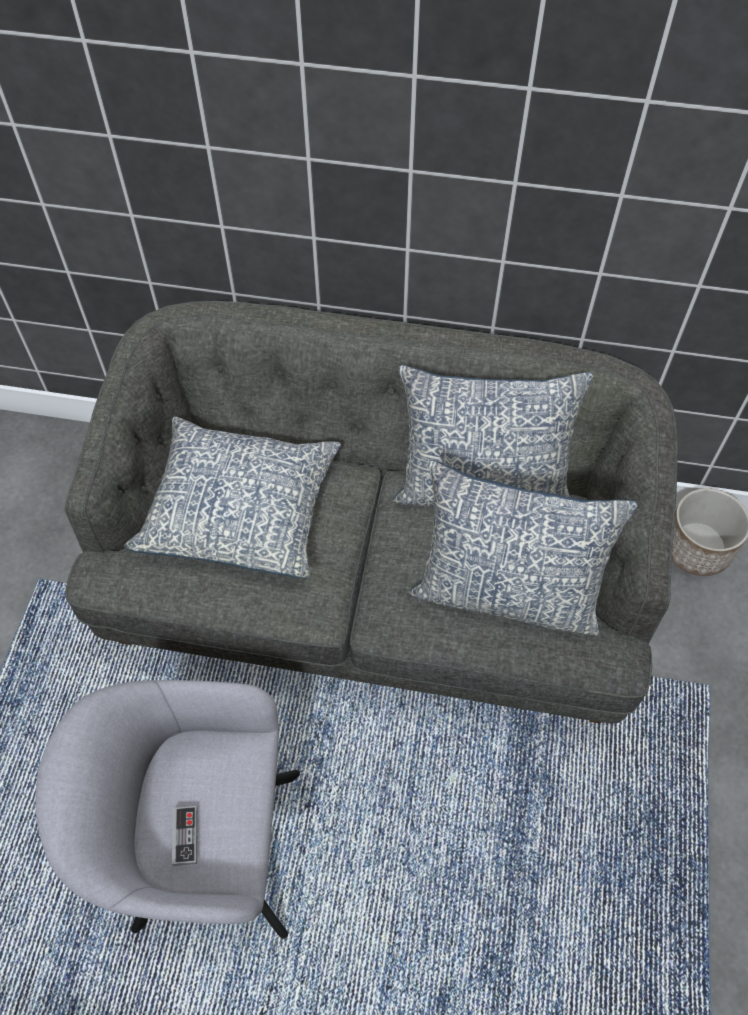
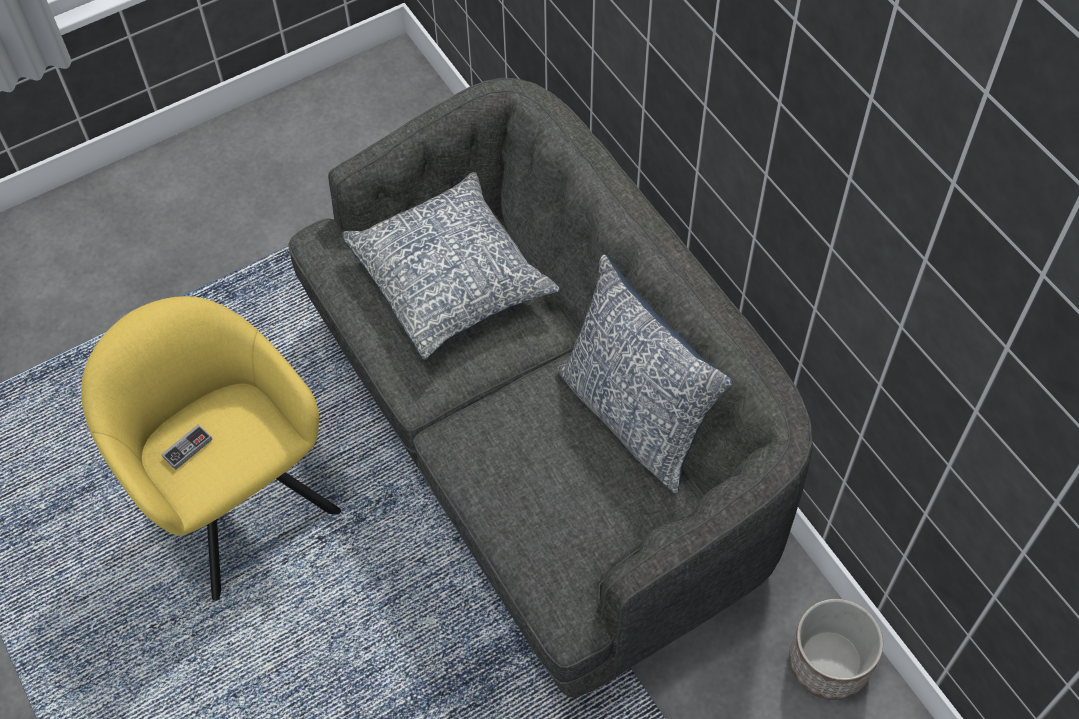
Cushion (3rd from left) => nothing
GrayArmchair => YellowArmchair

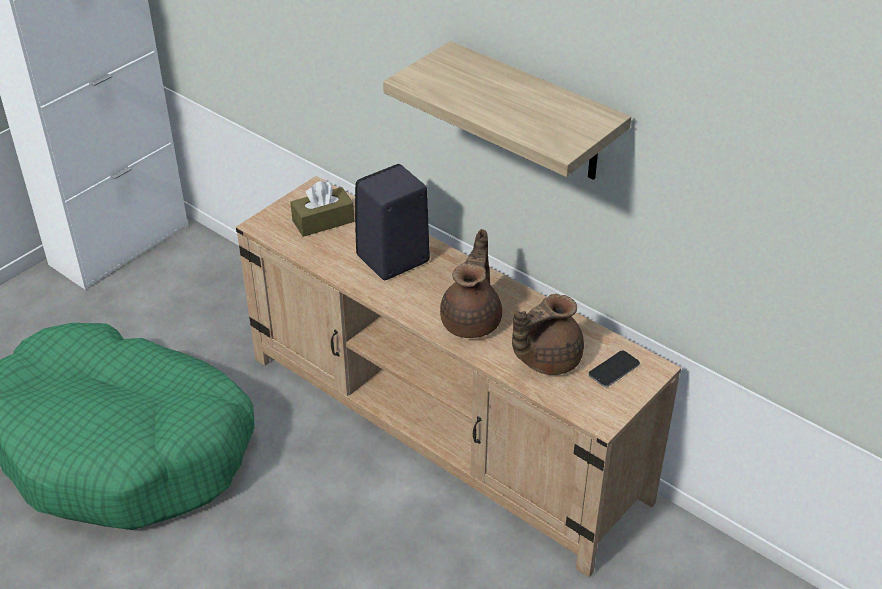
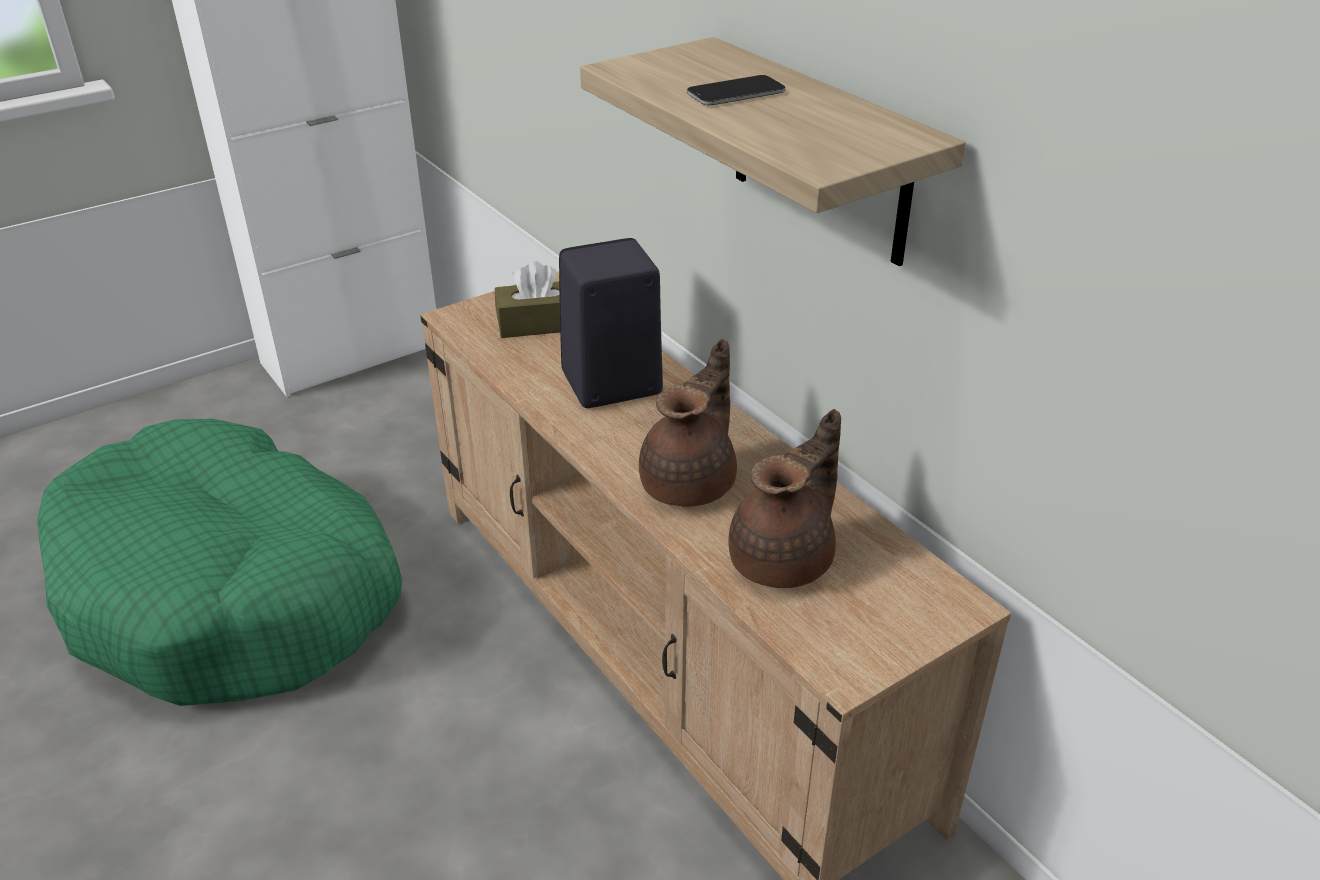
Telephone, move
BrownPotForTea (2nd from left), 150 degrees clockwise

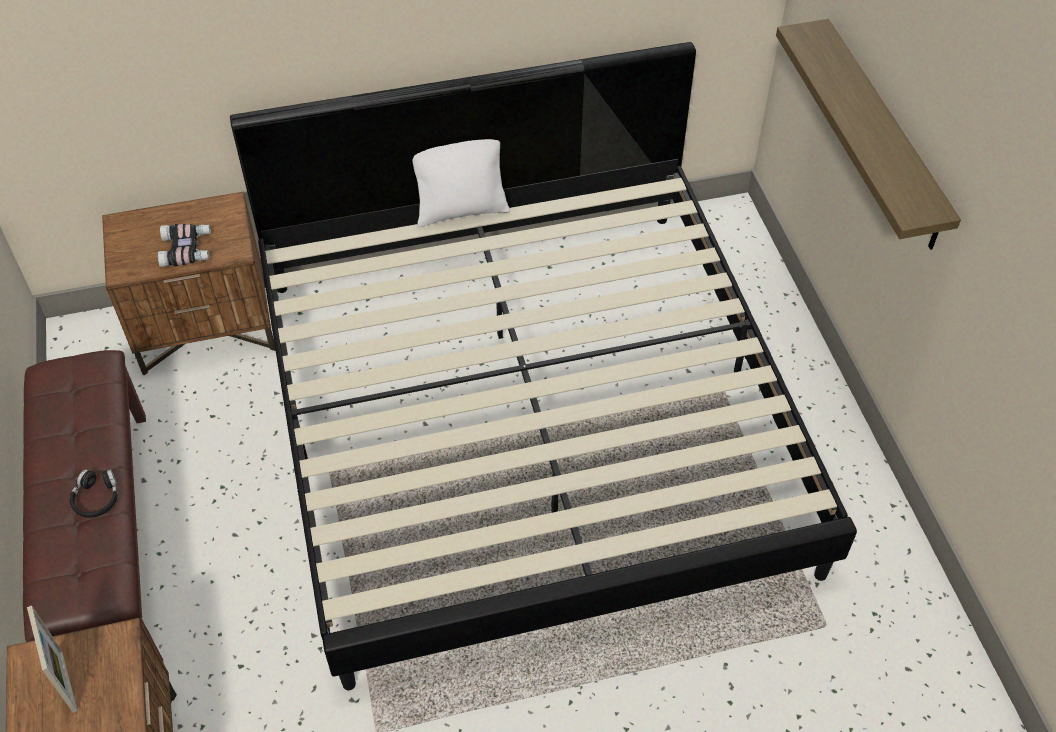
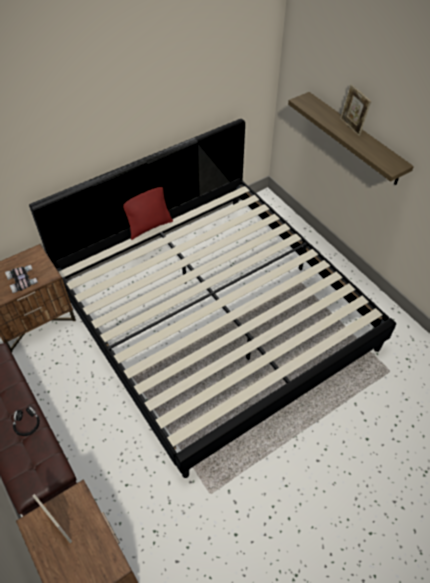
nothing => PhotoFrame (2nd from left)
WhitishCushion => RedColouredCushion

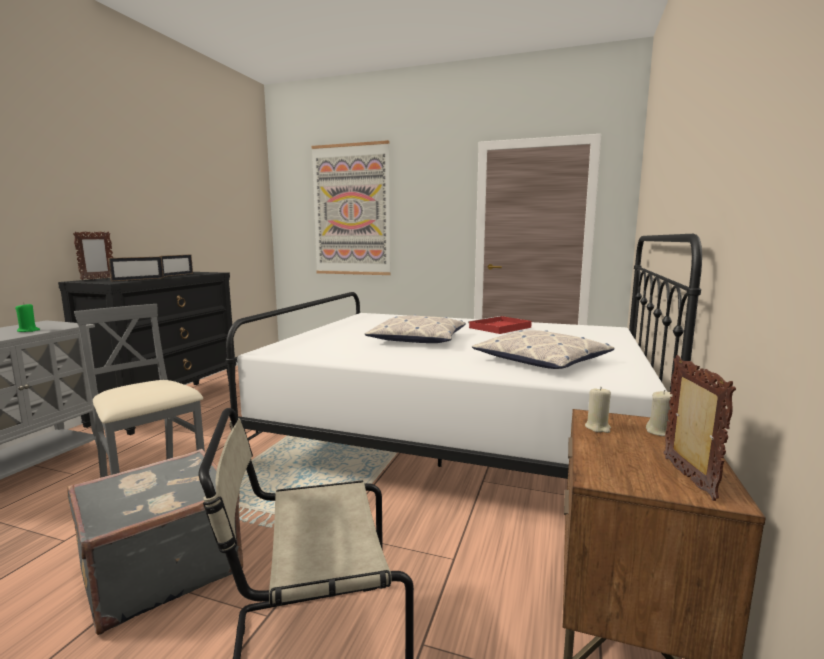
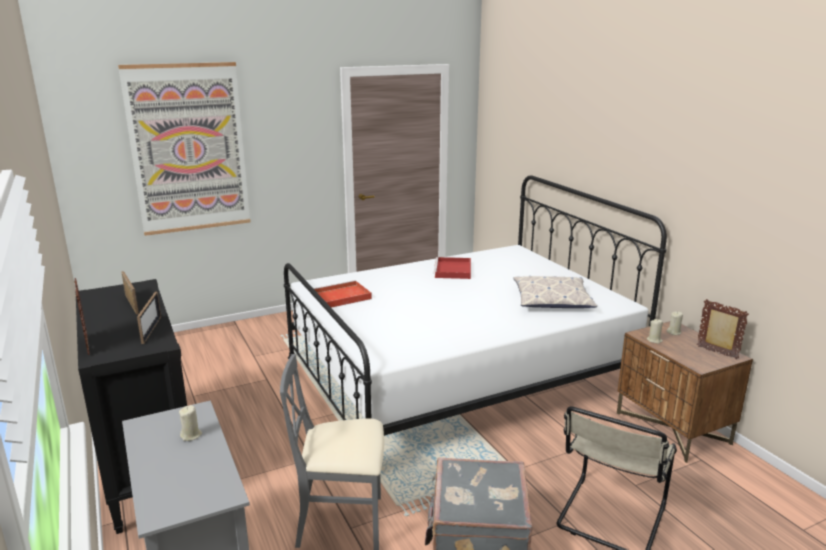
Cushion (1st from left) => nothing
nothing => RedColouredCarryingTray (1st from left)
GreenWaxCandle => BeigeWaxCandle (1st from left)

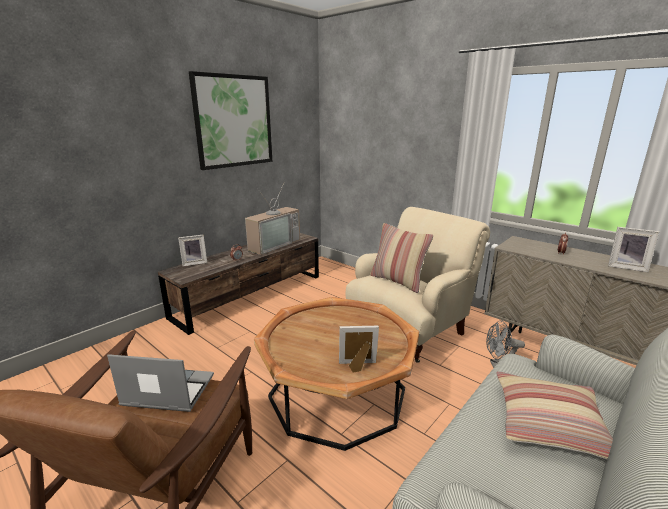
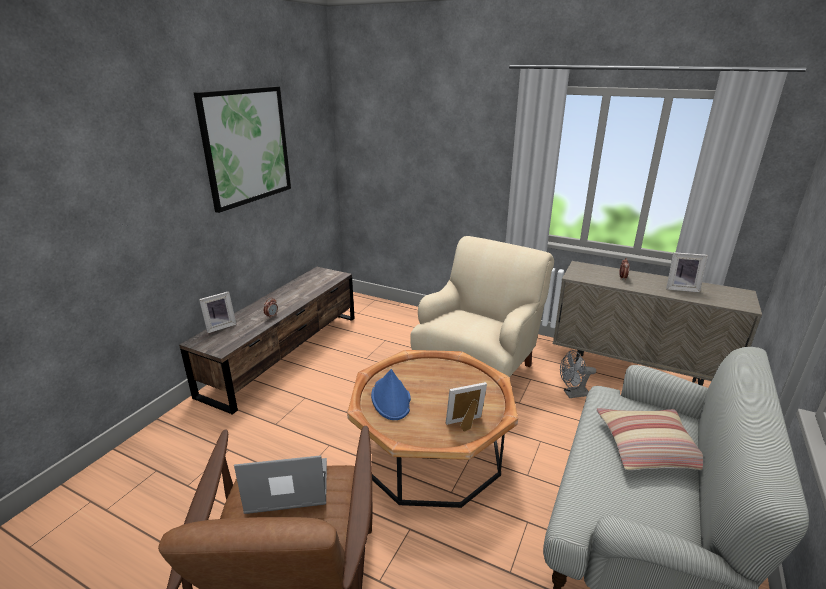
Tv => nothing
Cushion (1st from left) => nothing
nothing => BlueClothingHat

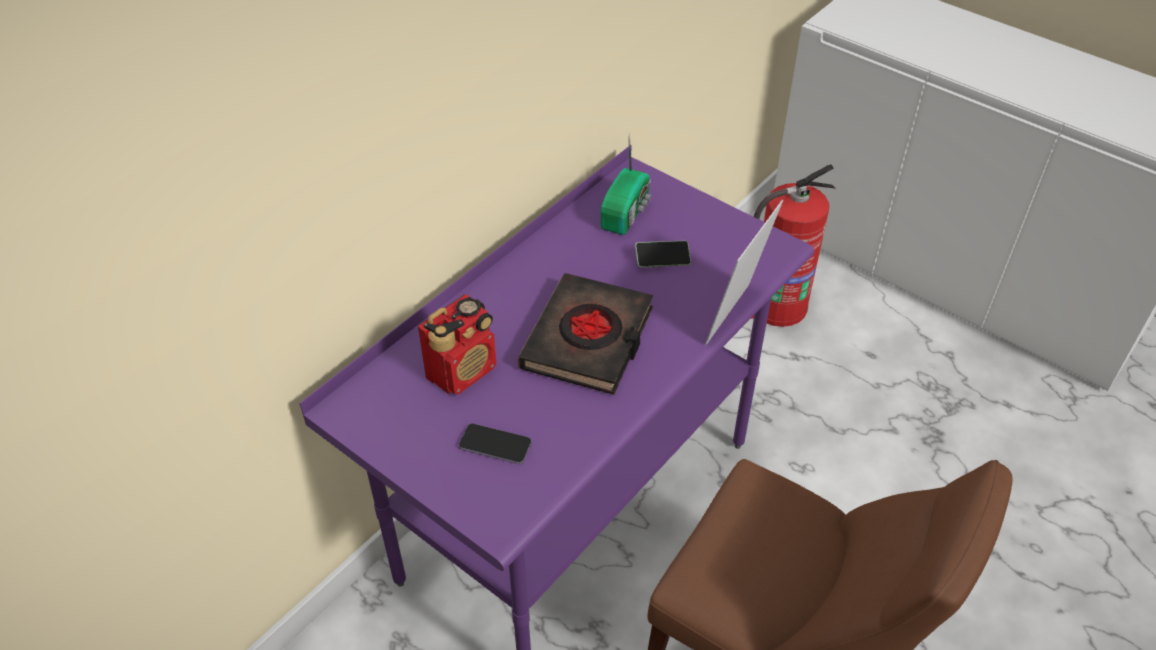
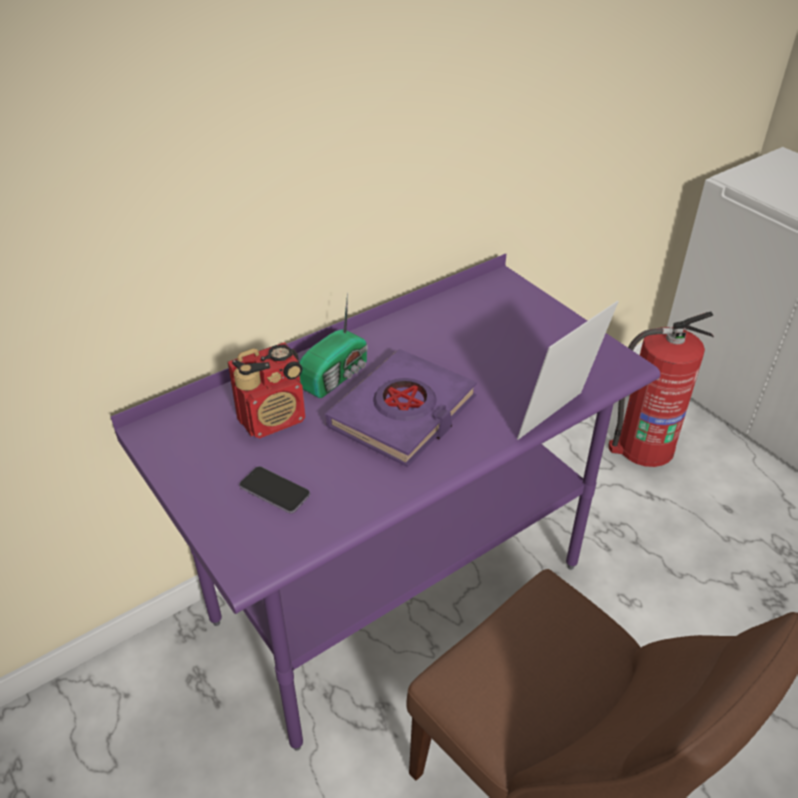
Telephone (2nd from left) => nothing
Radio (2nd from left), move
BlackColouredBook => PurpleColouredBook

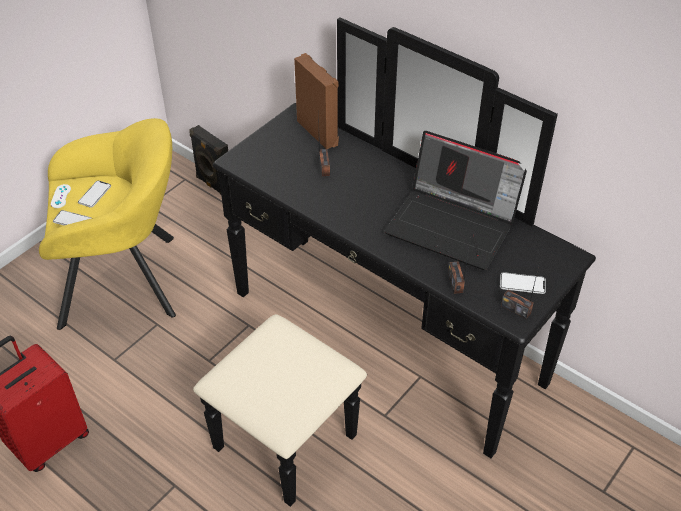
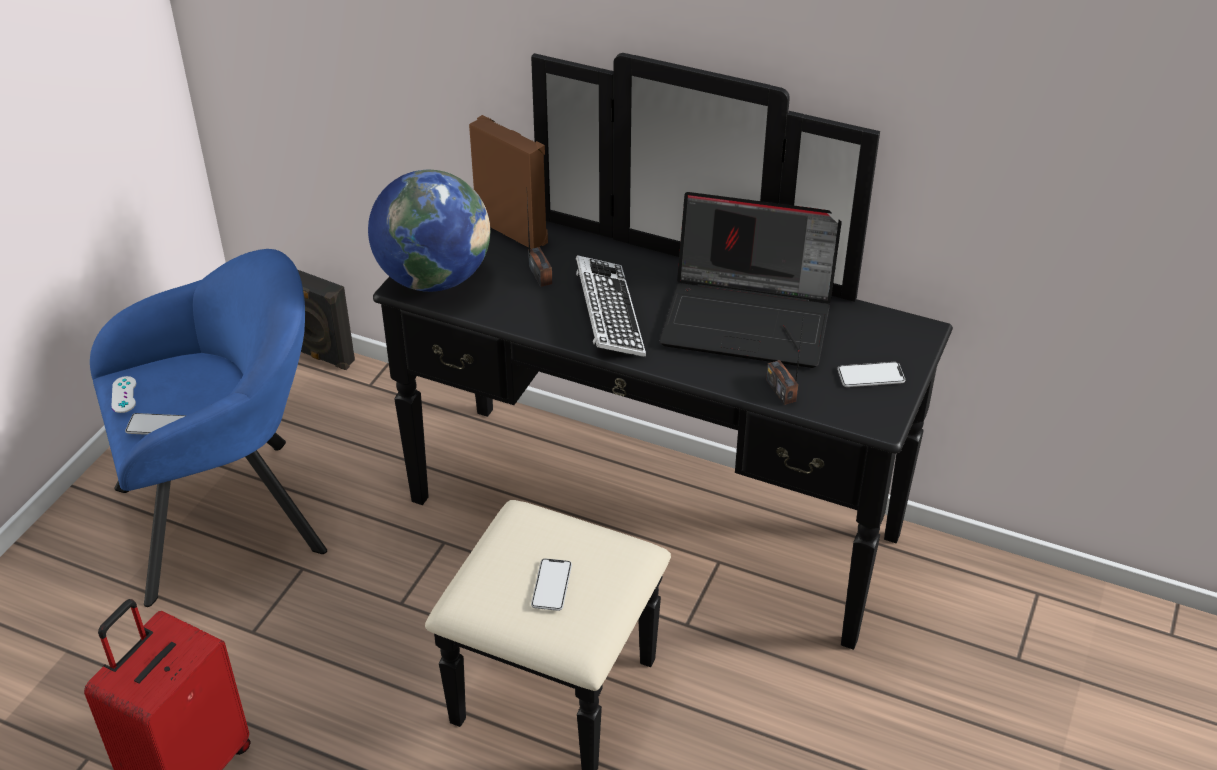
Radio (3rd from left) => nothing
nothing => DeskGlobe
nothing => Keyboard
Telephone (2nd from left), move
YellowArmchair => BlueArmchair

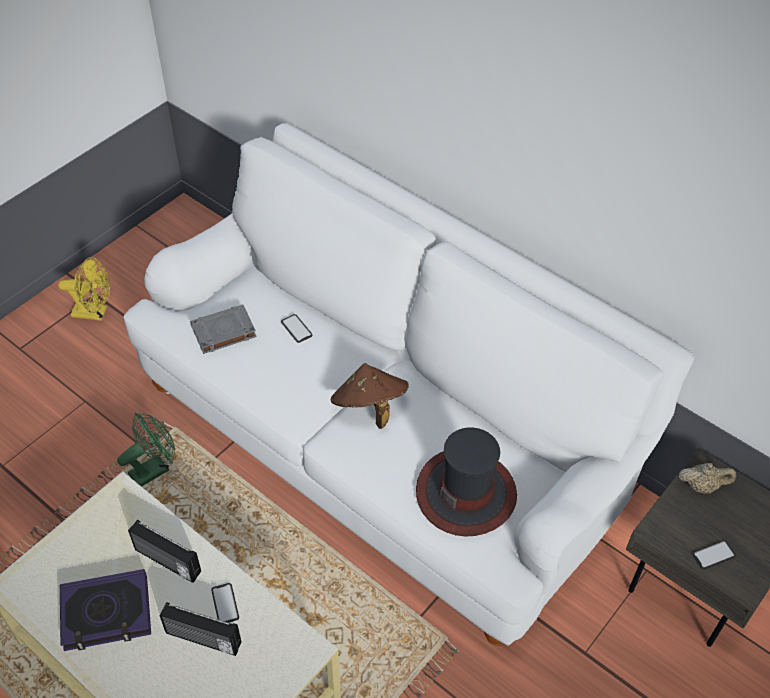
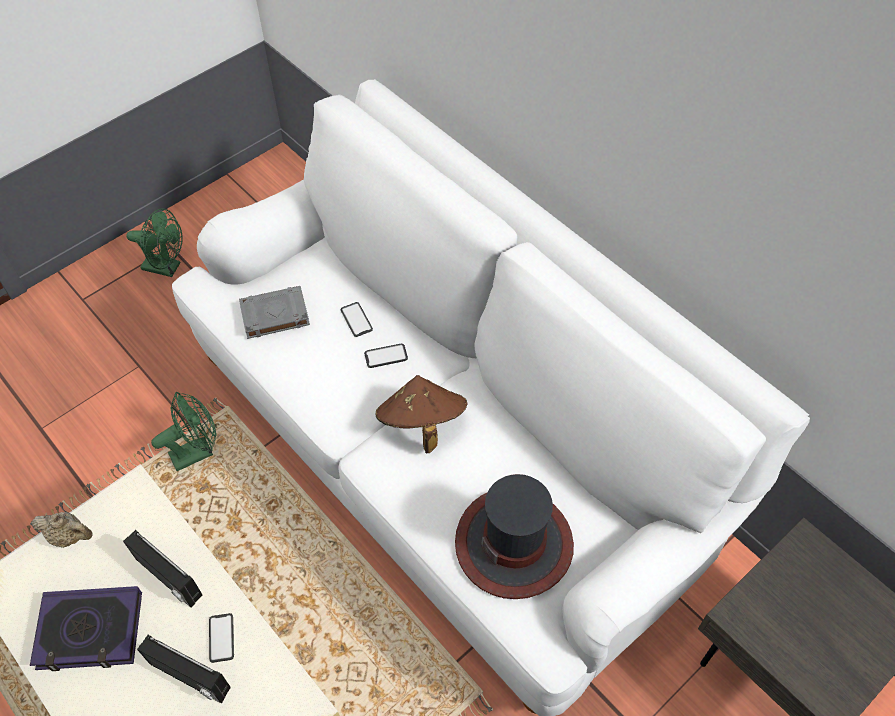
BeigePotForTea, move
Telephone (3rd from left), move
YellowElectricFan => GreenElectricFan (1st from left)

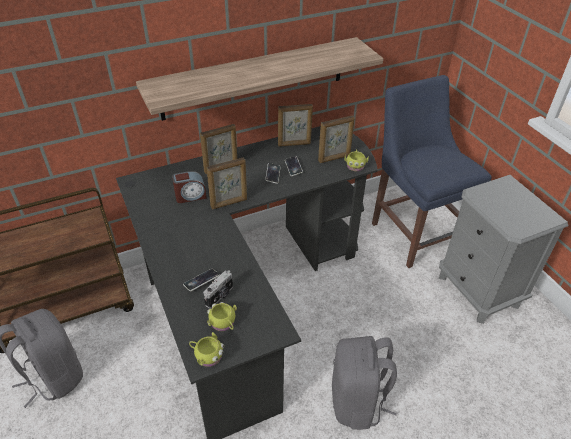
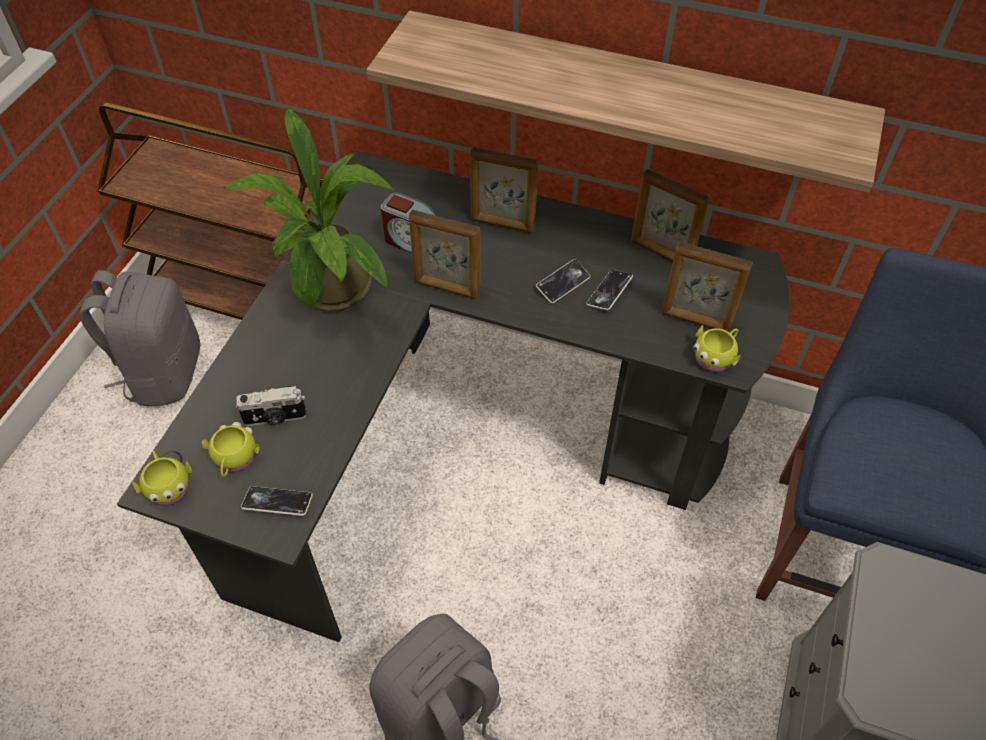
nothing => Houseplant
Telephone (1st from left), move

